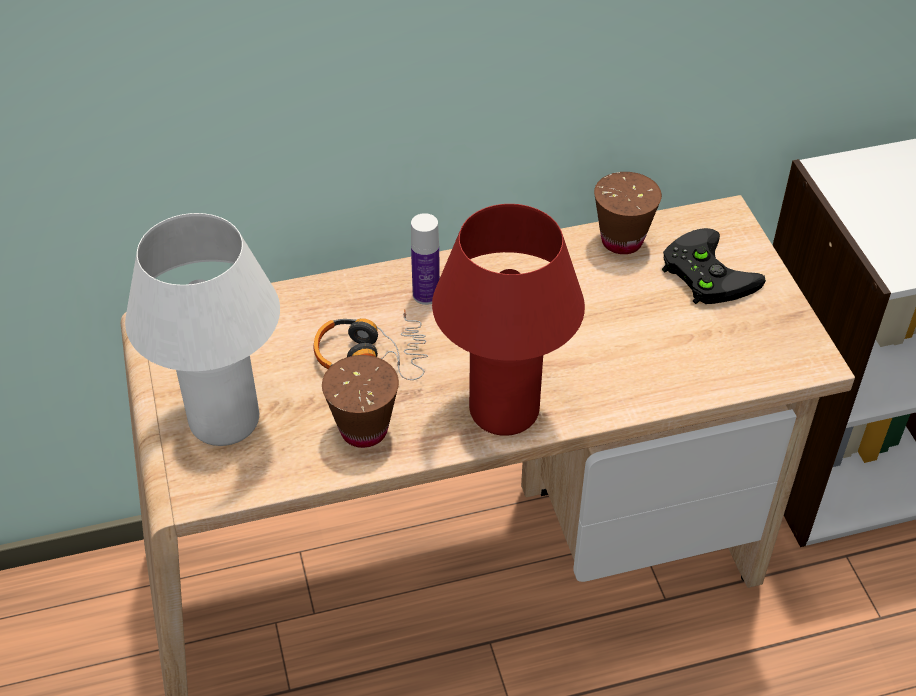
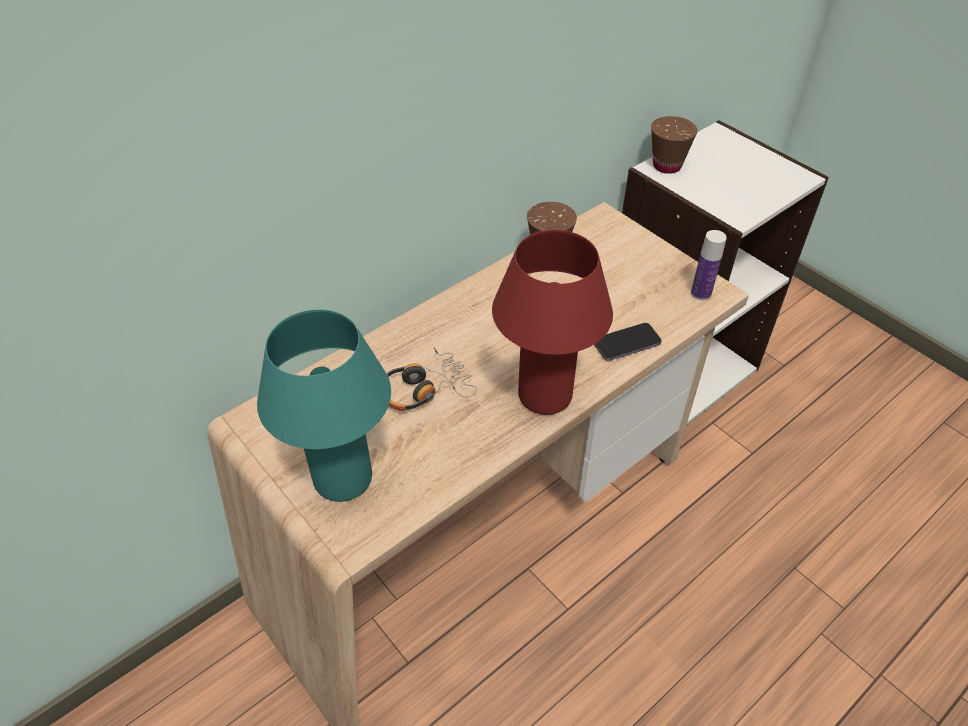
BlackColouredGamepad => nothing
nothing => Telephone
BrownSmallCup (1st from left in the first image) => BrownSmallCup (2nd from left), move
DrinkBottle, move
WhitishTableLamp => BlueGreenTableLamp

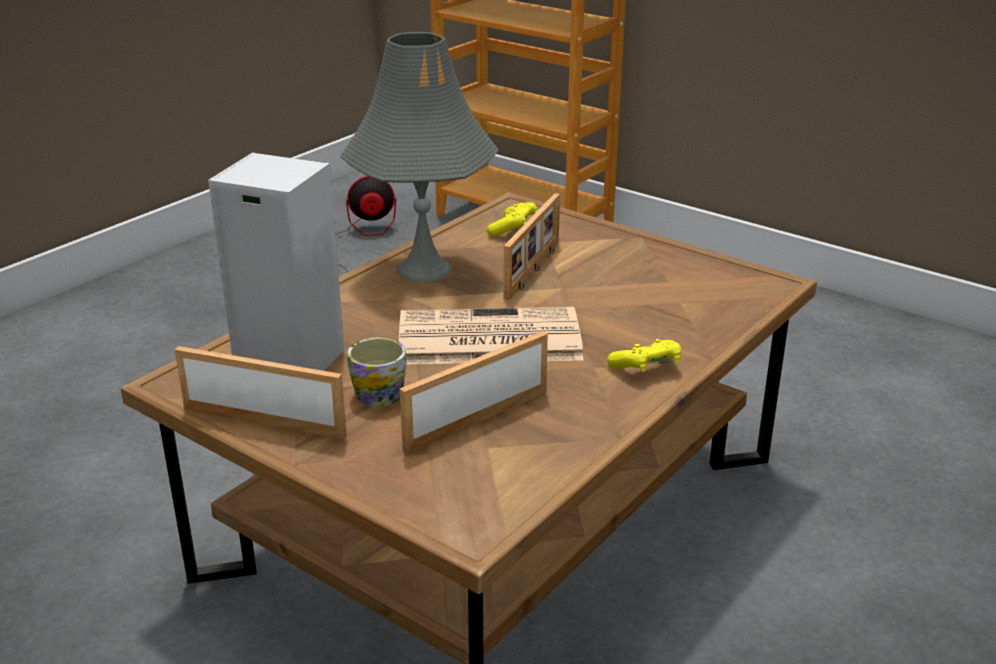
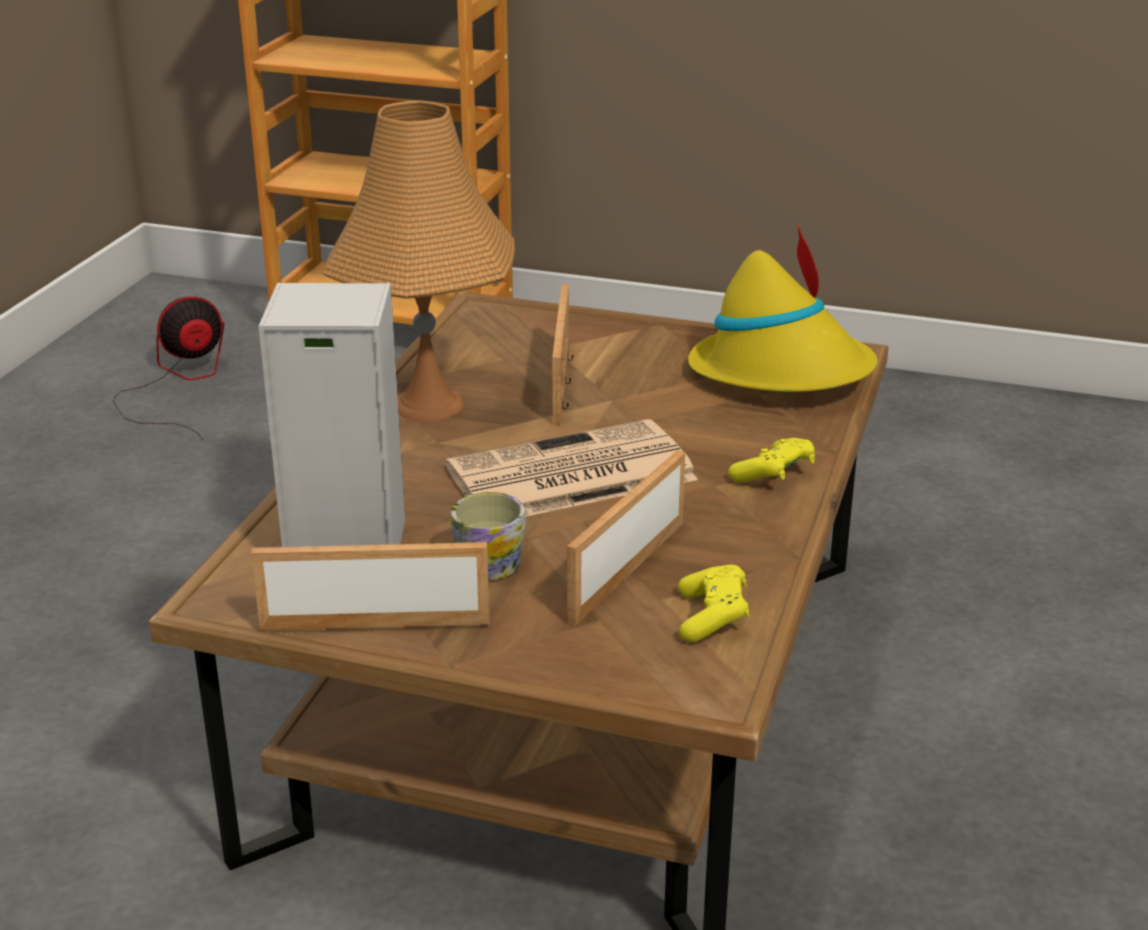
nothing => YellowClothingHat
YellowGamepad (1st from left), move
GrayTableLamp => OrangeColouredTableLamp

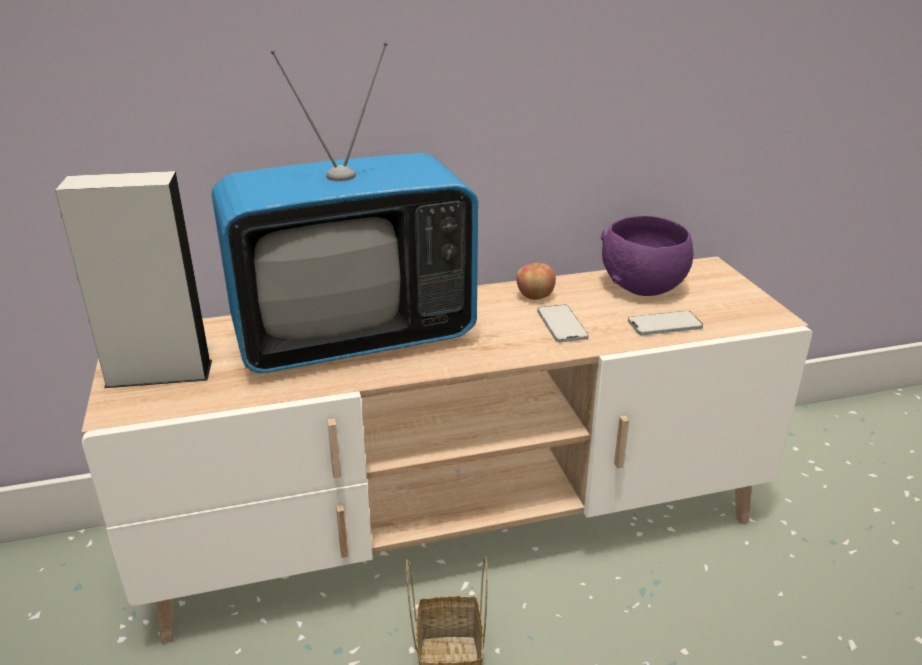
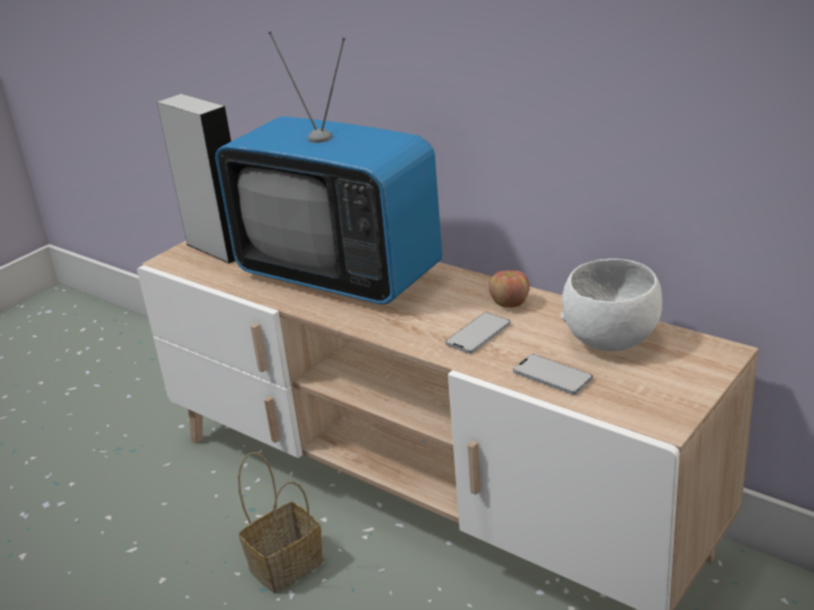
PurpleColouredBowl => WhitishBowl

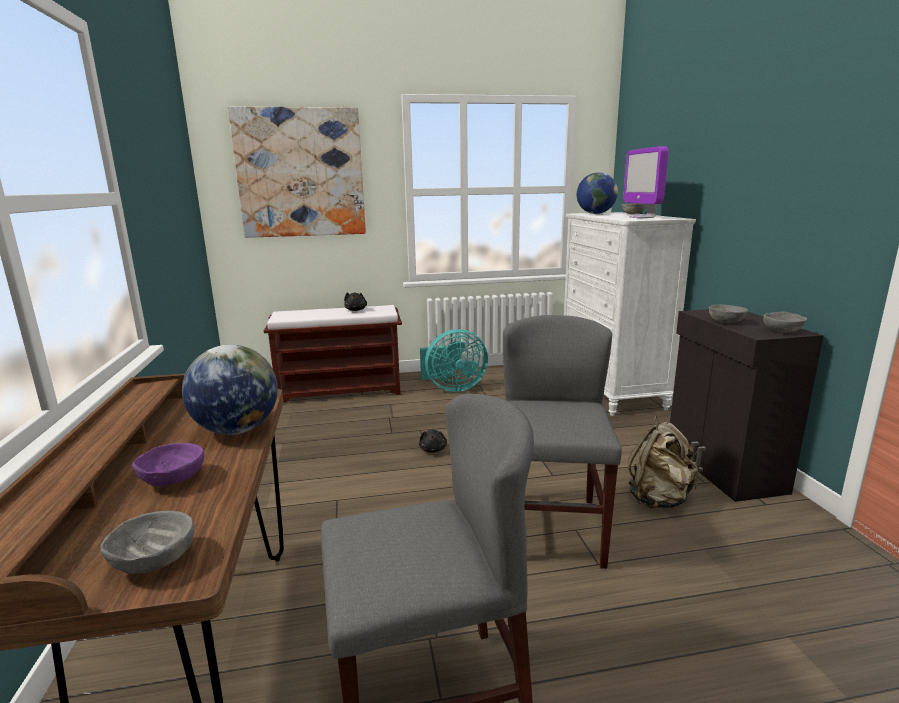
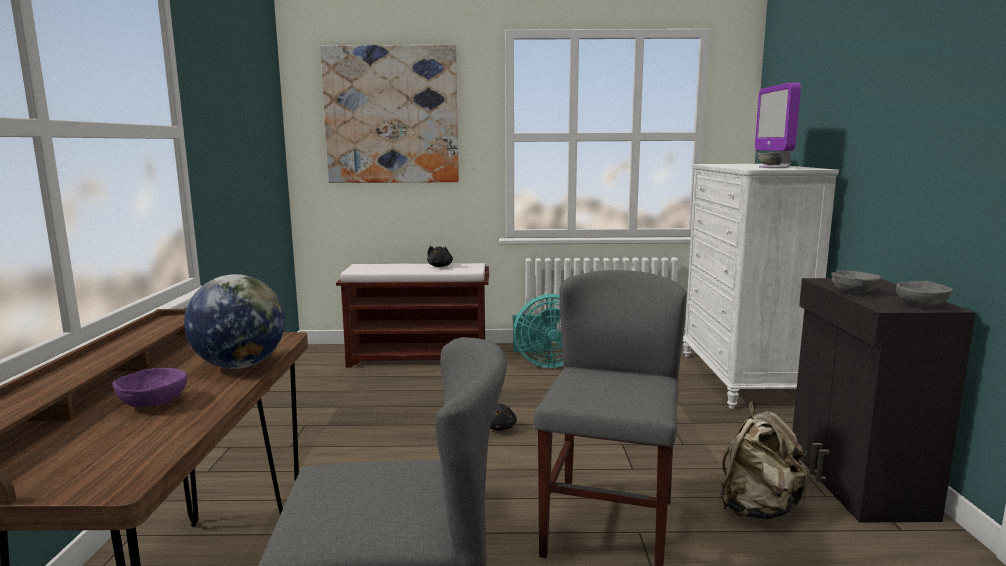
GrayBowl (1st from left) => nothing
DeskGlobe (2nd from left) => nothing

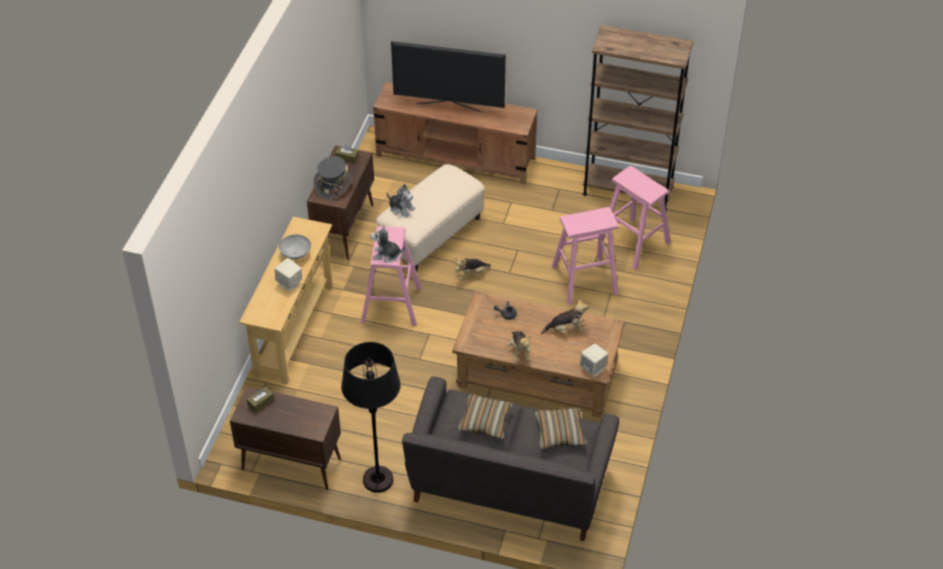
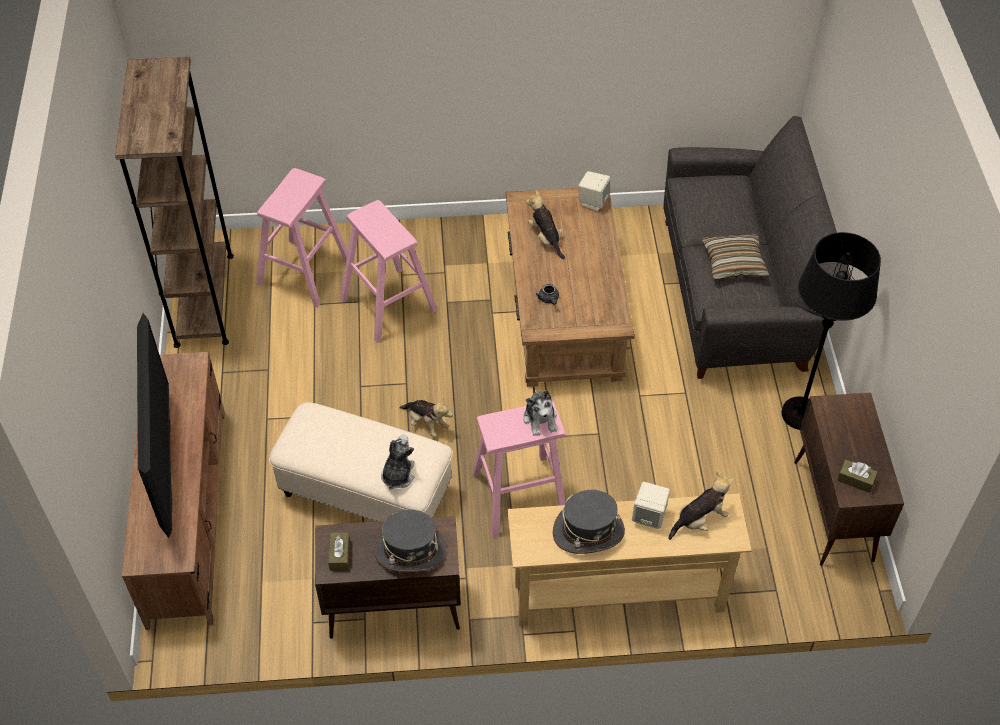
Cushion (2nd from left) => nothing
CuddlyToy (4th from left in the first image) => CuddlyToy (5th from left), move
GrayBowl => GrayClothingHat (2nd from left)

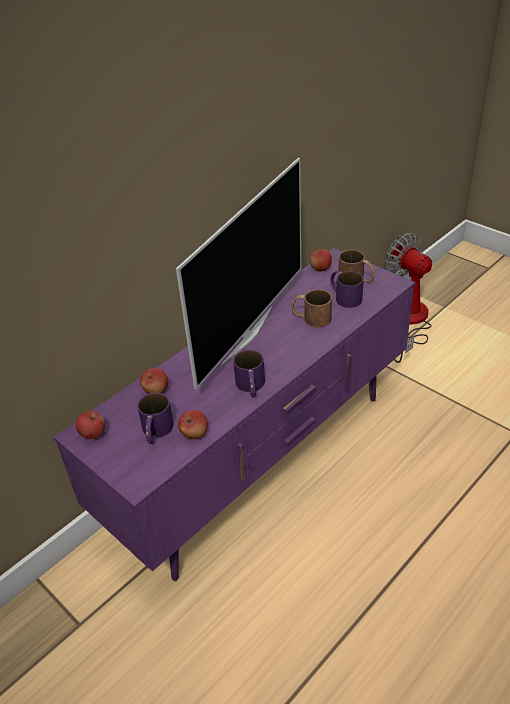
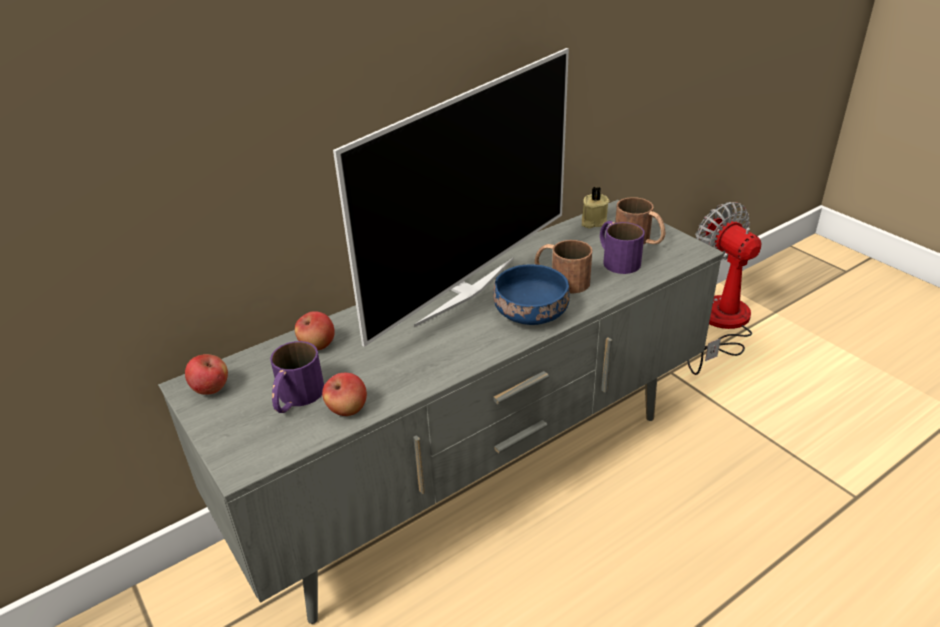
PurpleColouredTeaMug (2nd from left) => nothing
nothing => BlueBowl
AppleFruit (4th from left) => BeigeWaxCandle
PurpleColouredTvStand => GrayTvStand

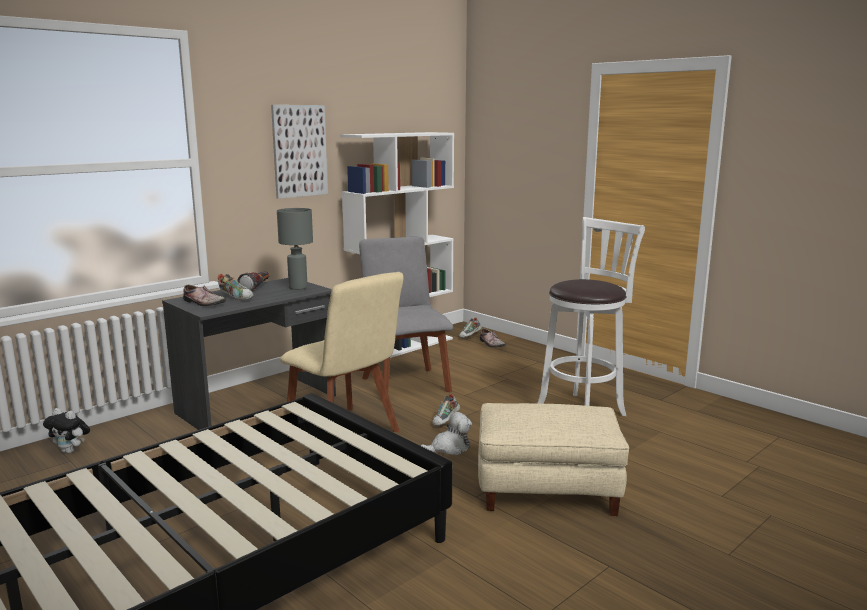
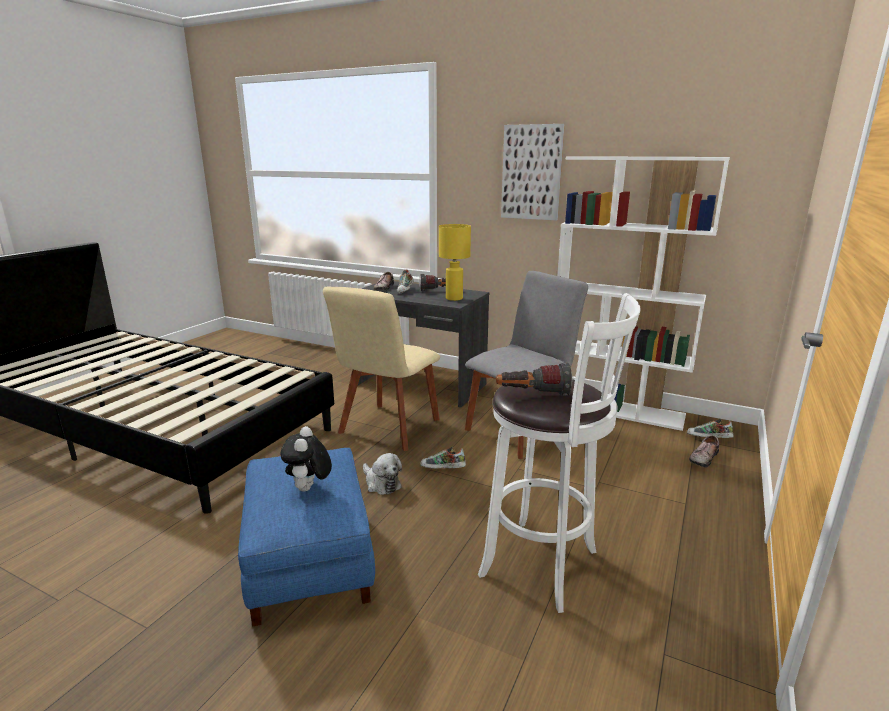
nothing => Torch (2nd from left)
CuddlyToy (1st from left), move
GrayTableLamp => YellowTableLamp
BeigePouffe => BluePouffe

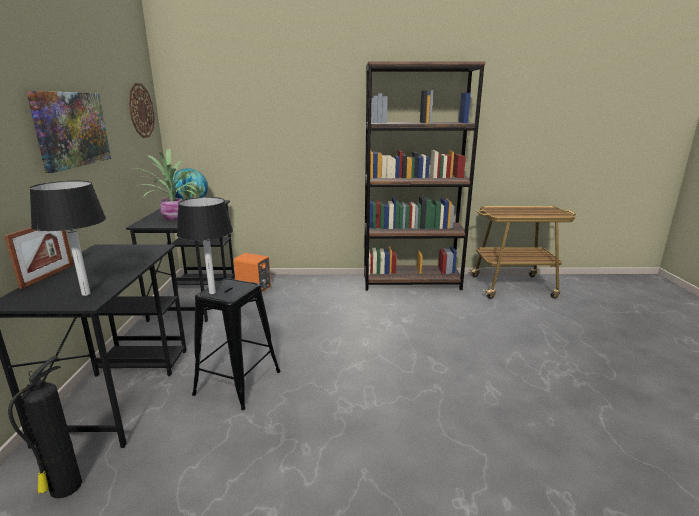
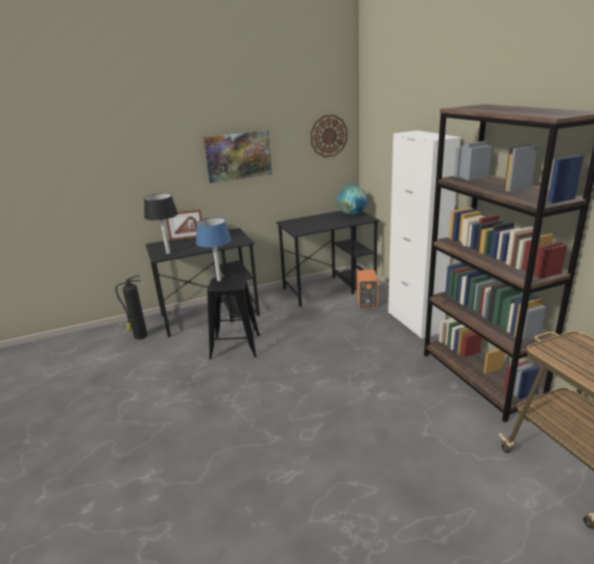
Houseplant => nothing
nothing => WhitishStorageCabinet
BlackColouredTableLamp (2nd from left) => BlueTableLamp

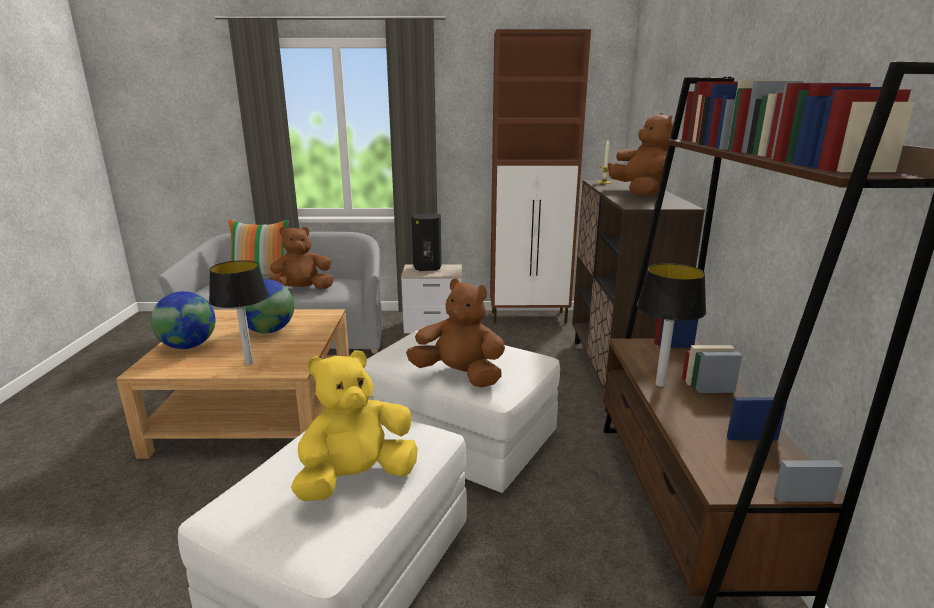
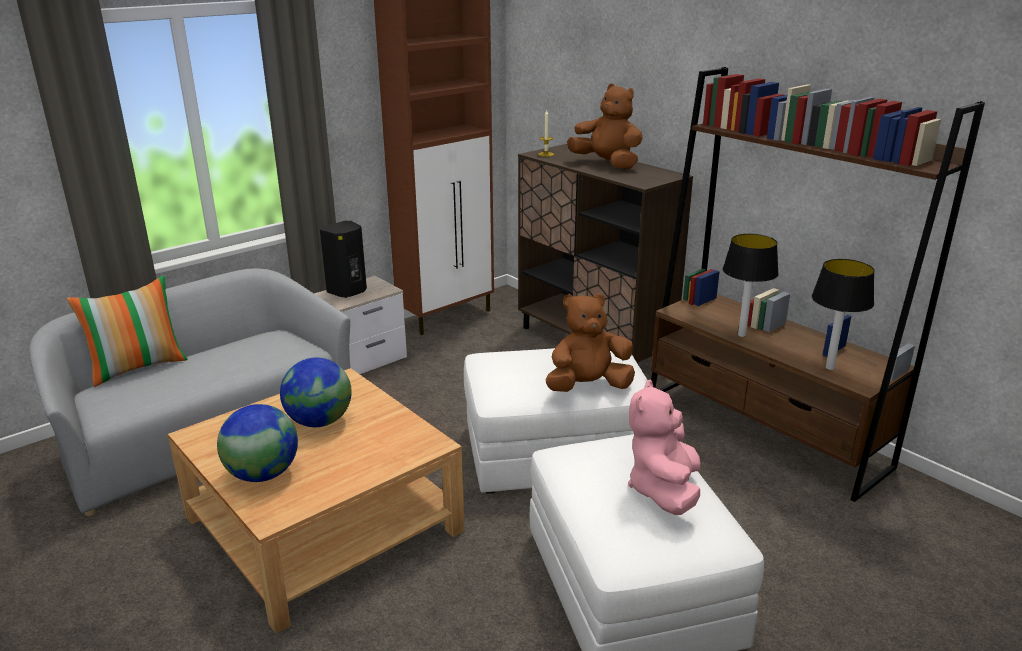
BrownCuddlyToy (1st from left) => nothing
TableLamp (1st from left in the first image) => TableLamp (2nd from left), move
YellowCuddlyToy => PinkishCuddlyToy

